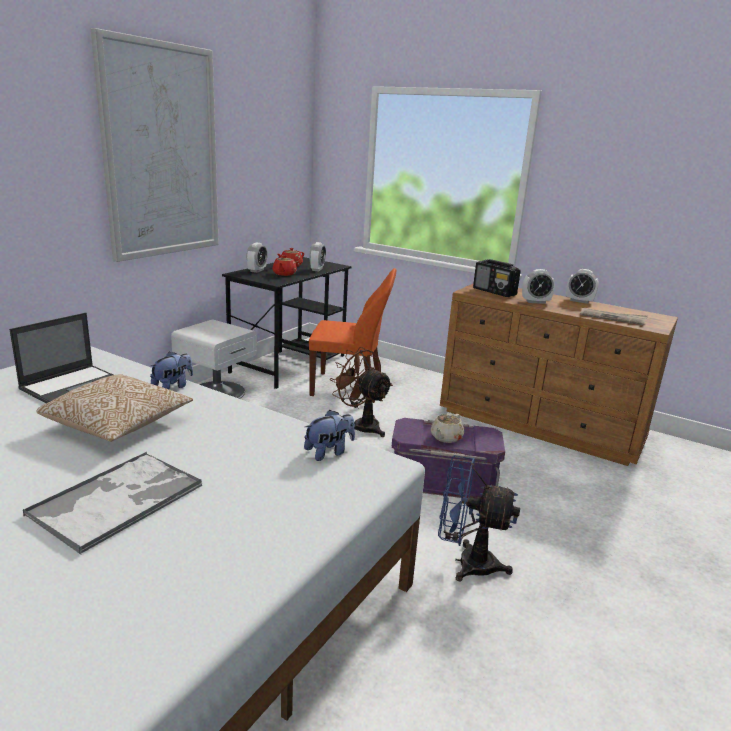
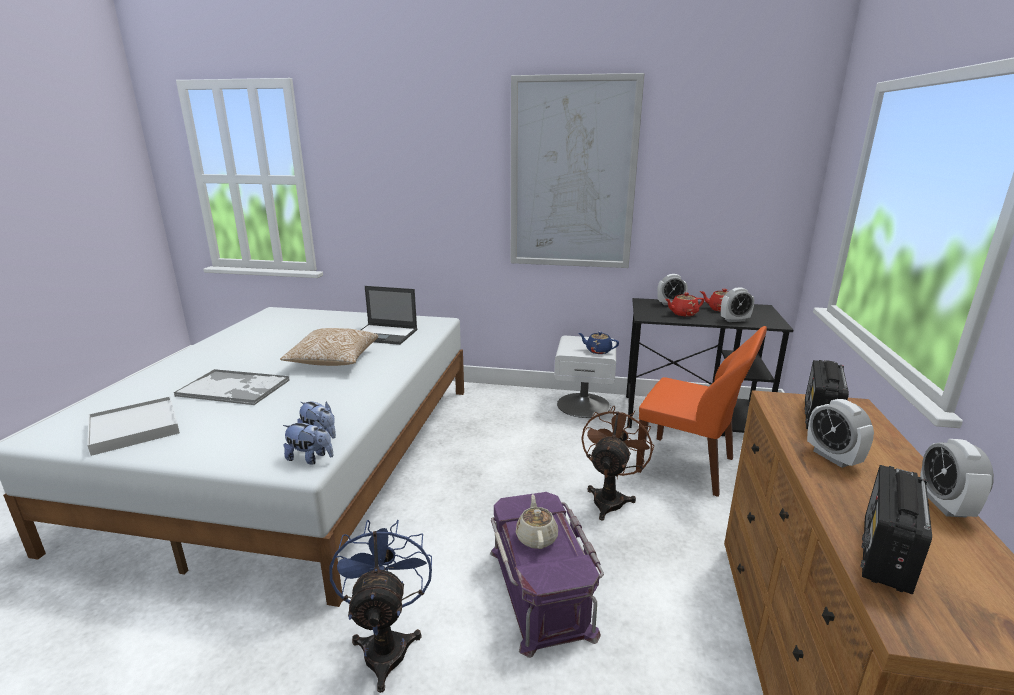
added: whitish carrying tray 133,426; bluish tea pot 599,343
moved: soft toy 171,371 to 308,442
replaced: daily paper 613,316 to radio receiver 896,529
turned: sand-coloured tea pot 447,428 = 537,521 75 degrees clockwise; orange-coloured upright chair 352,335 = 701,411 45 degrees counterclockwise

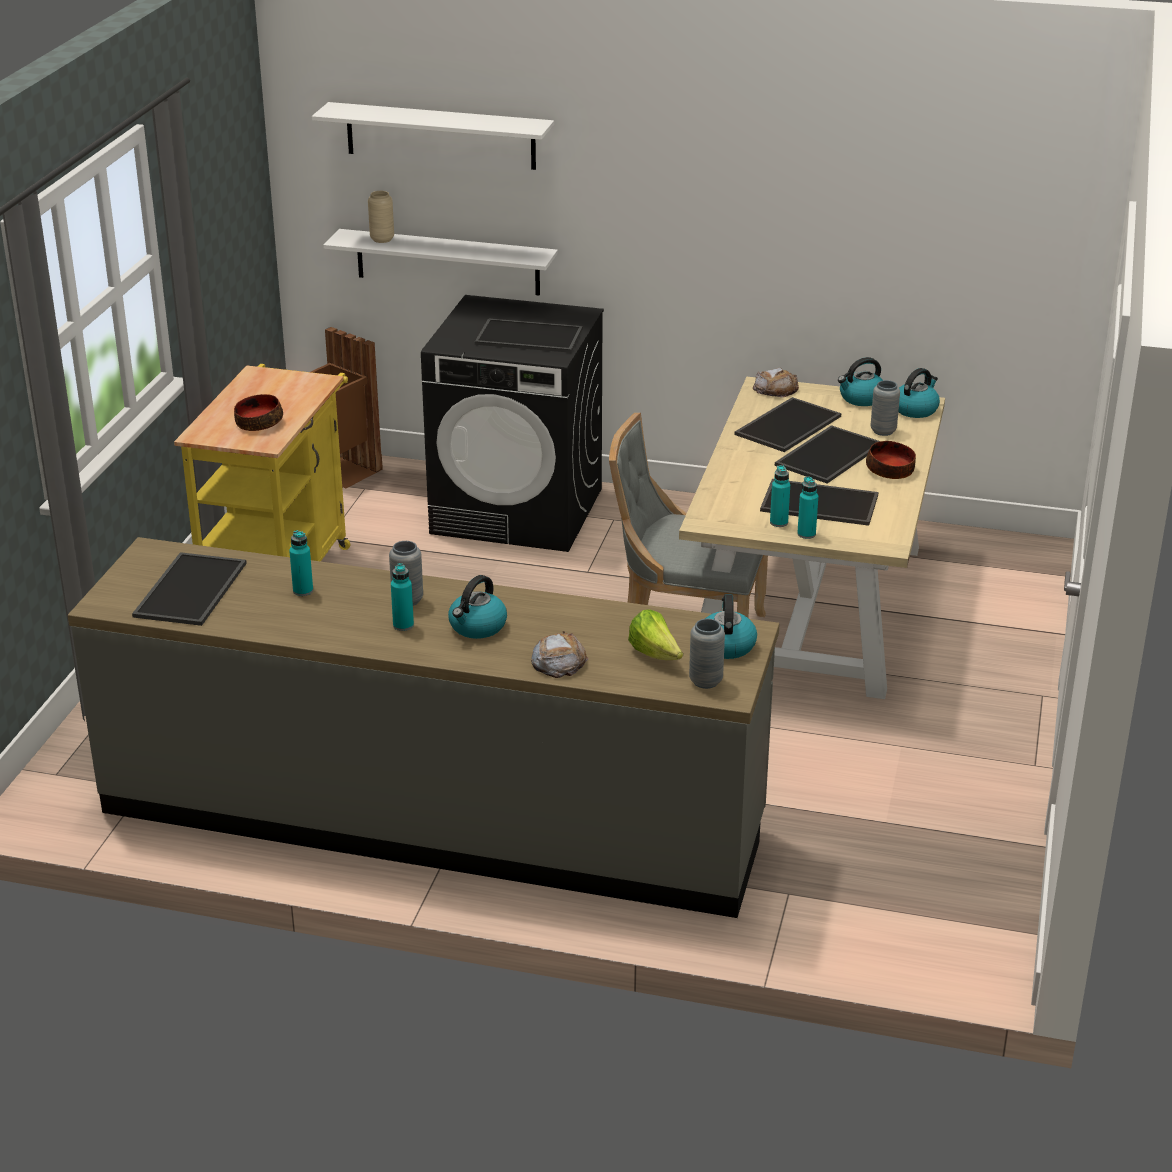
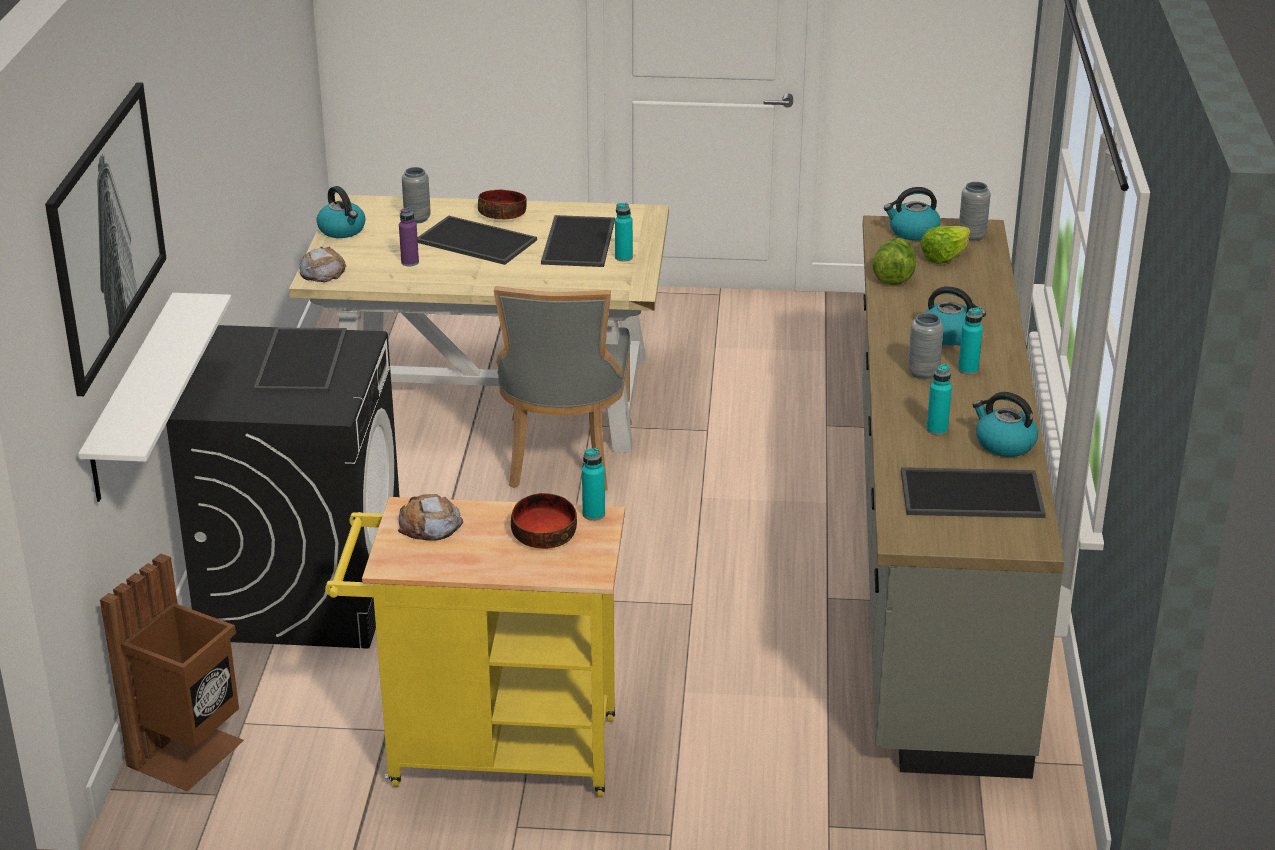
removed: sand-coloured flower vase 381,217
added: lettuce head 894,261
moved: baked bread 560,654 to 430,517; blue-green bottle 807,507 to 593,484; water kettle 919,393 to 1005,424
replaced: whitish wall shelf 433,136 to picture 106,239; carrying tray 787,424 to purple bottle 409,236

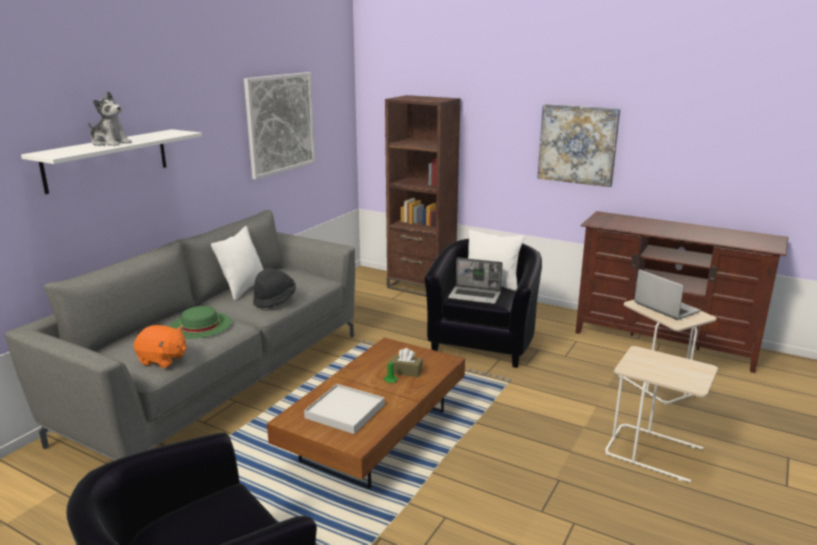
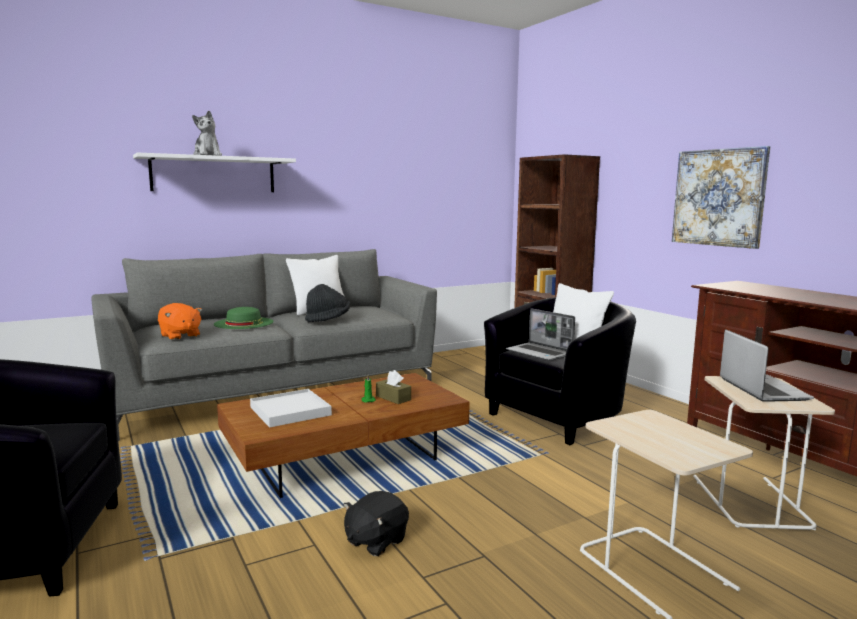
removed: picture 279,125
added: black soft toy 376,523

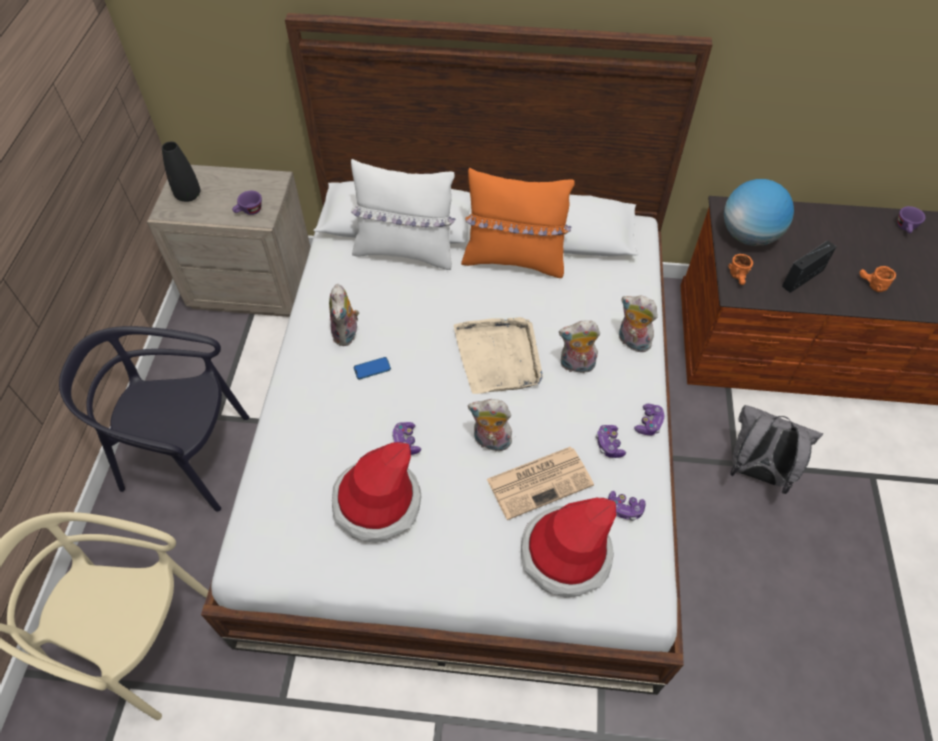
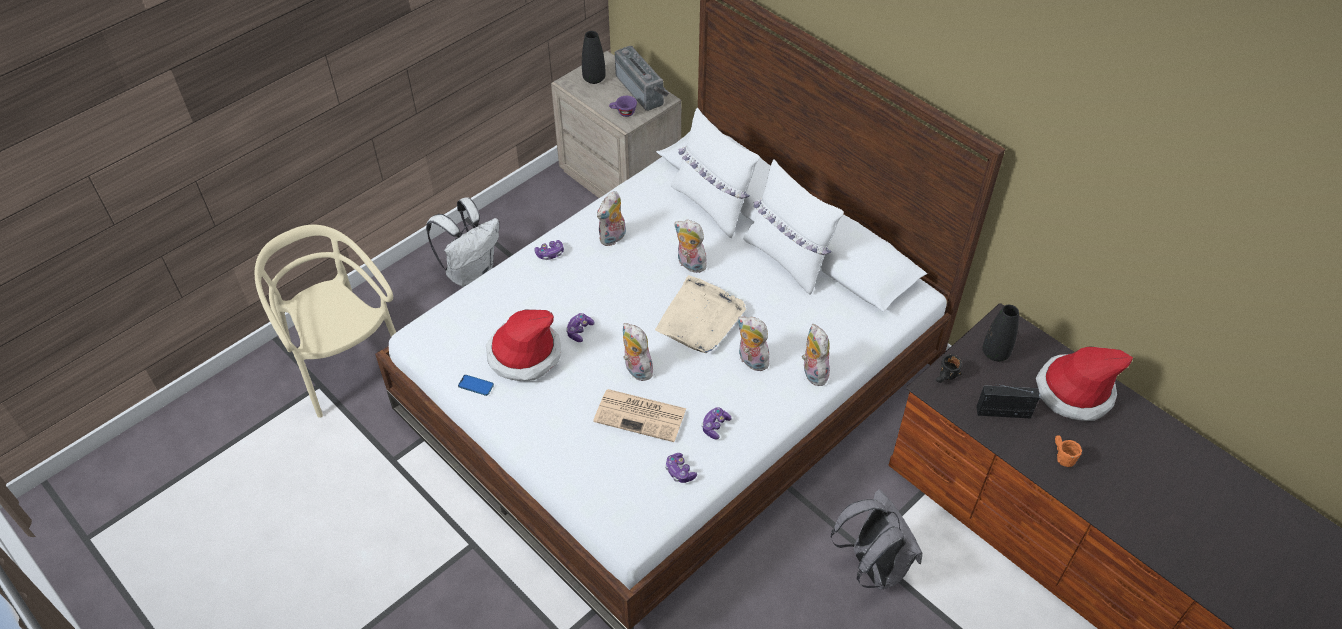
removed: purple drinking cup 911,219
added: radio receiver 642,78; soft toy 690,246
moved: phone 372,368 to 476,385; joypad 649,419 to 549,250; wearable hat 568,548 to 1084,383
replaced: black upright chair 154,419 to whitish rucksack 462,242; world globe 759,212 to black flower vase 1000,333
recoloured: orange-coloured cushion 518,223 to whitish cushion 793,227; orange-coloured mug 740,269 to black mug 949,368

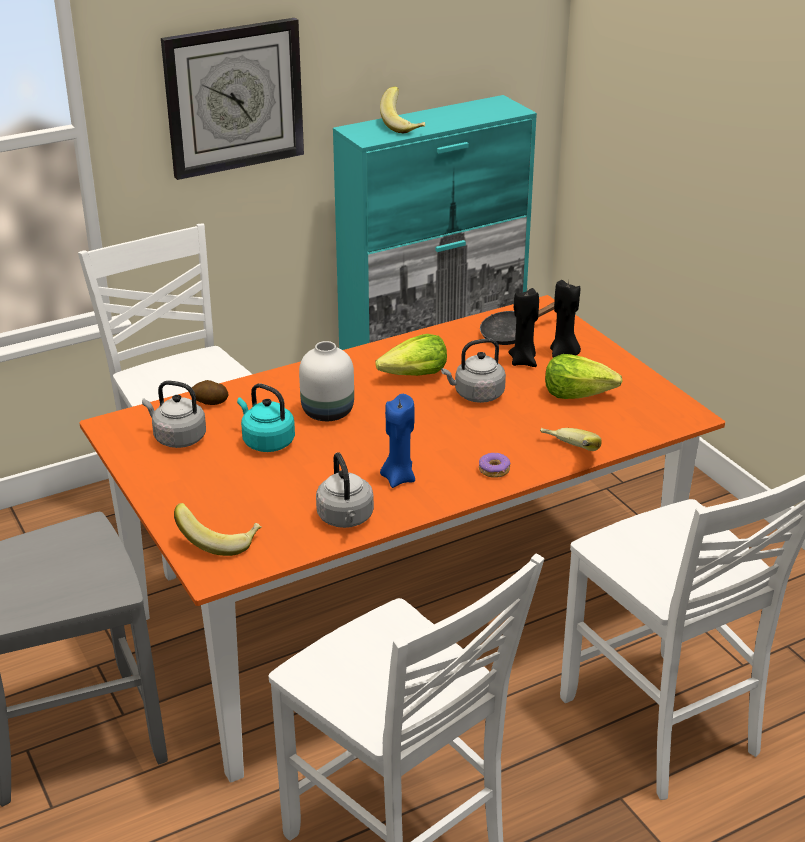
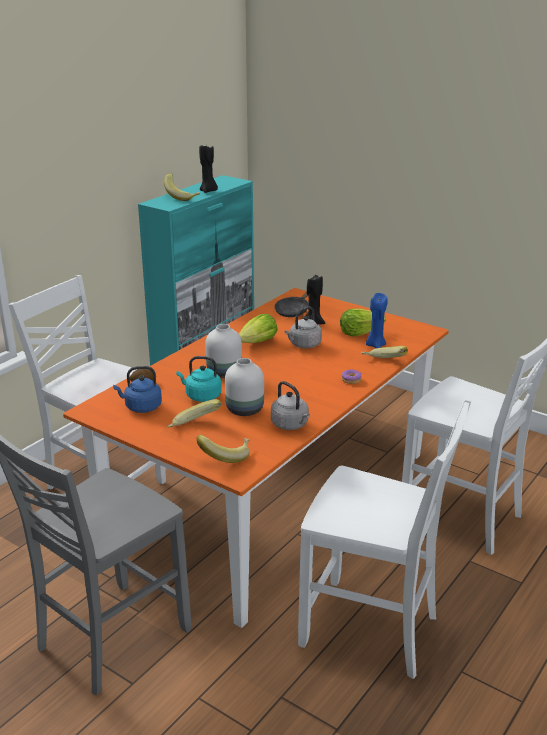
removed: clock on the wall 232,99
added: banana fruit 195,413; whitish flower vase 244,387
moved: black candle 565,318 to 208,169; bluish candle 397,441 to 377,320
recoloured: greyish water kettle 174,414 to bluish water kettle 137,389

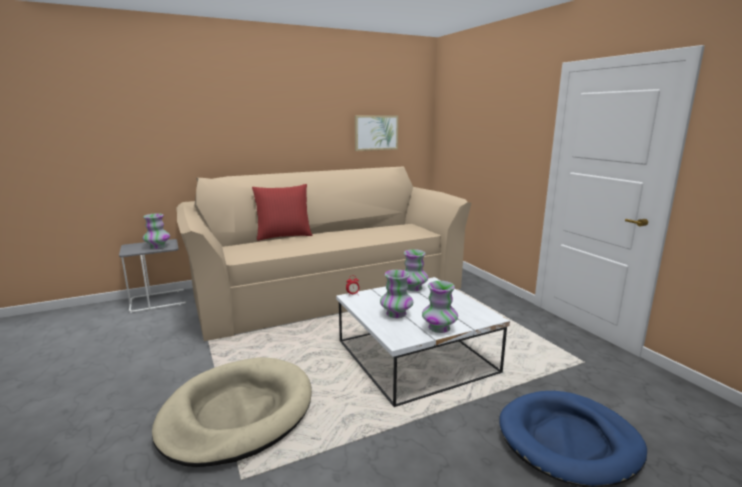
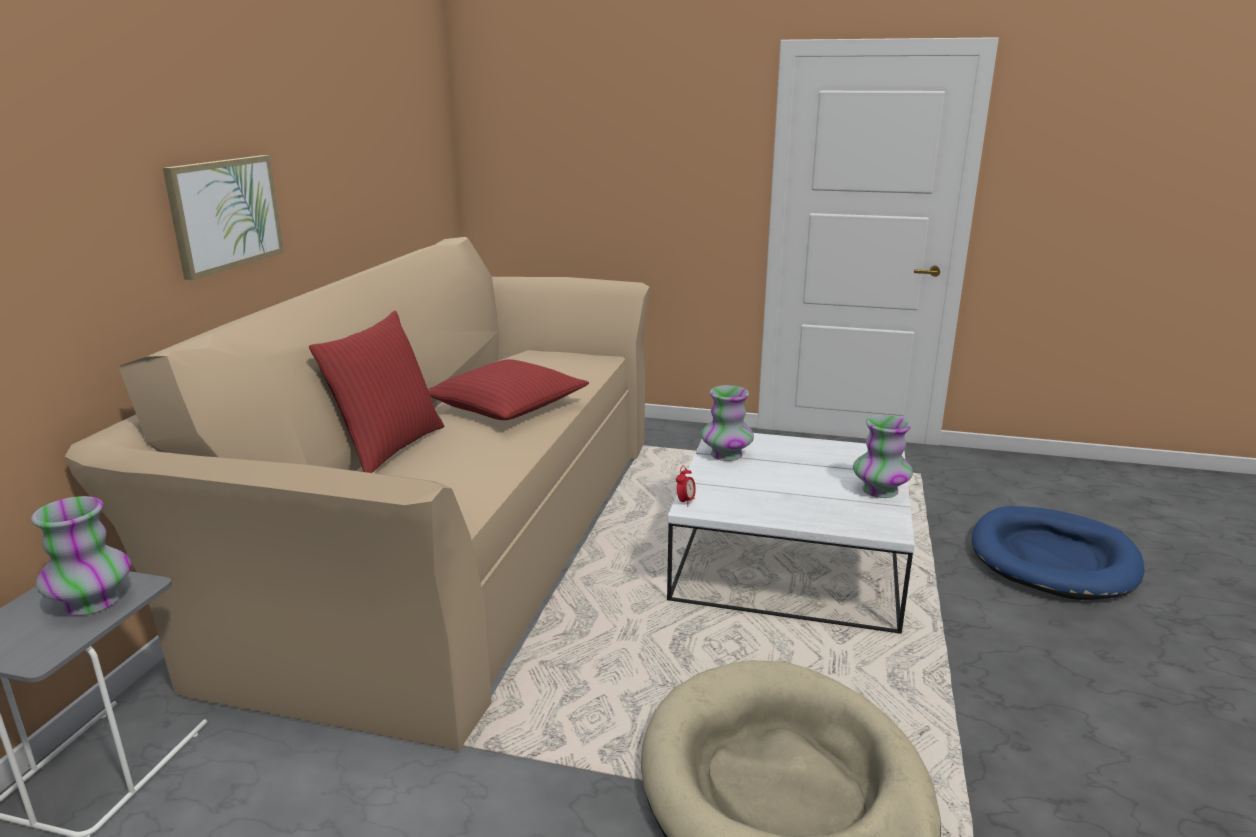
removed: flower vase 396,294
added: red cushion 508,389
moved: picture 376,133 to 223,217

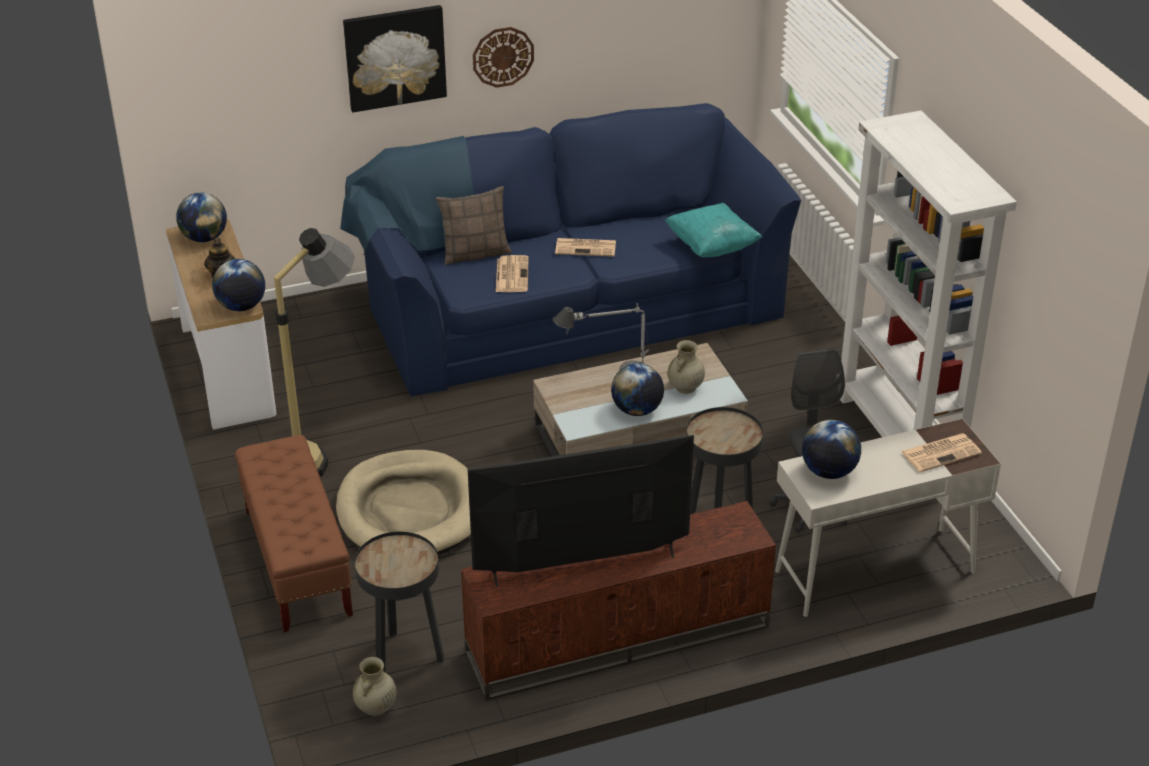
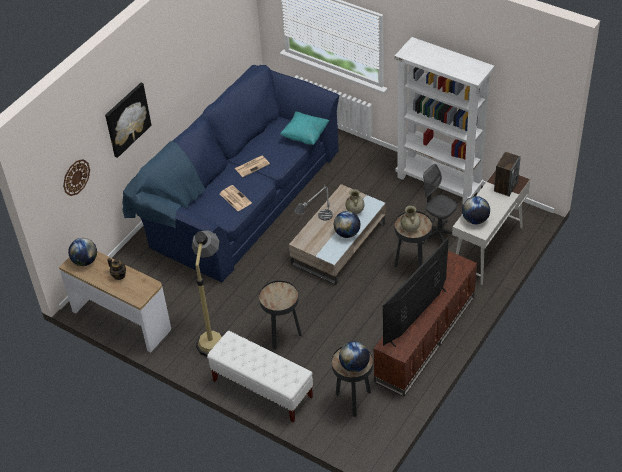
removed: cushion 474,225
moved: clock on the wall 503,57 to 76,177; world globe 238,285 to 354,356; sand-coloured flower vase 375,686 to 410,219
replaced: sand-coloured dog bed 403,502 to black side table 280,315; daily paper 941,452 to loudspeaker 507,174
recoloured: brownish long seat 294,533 to whitish long seat 260,377

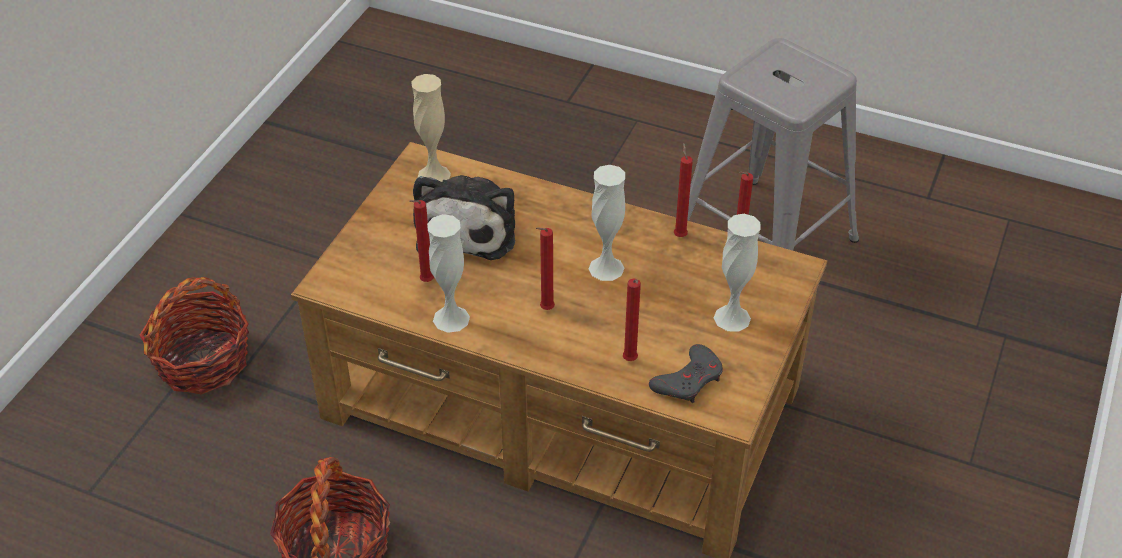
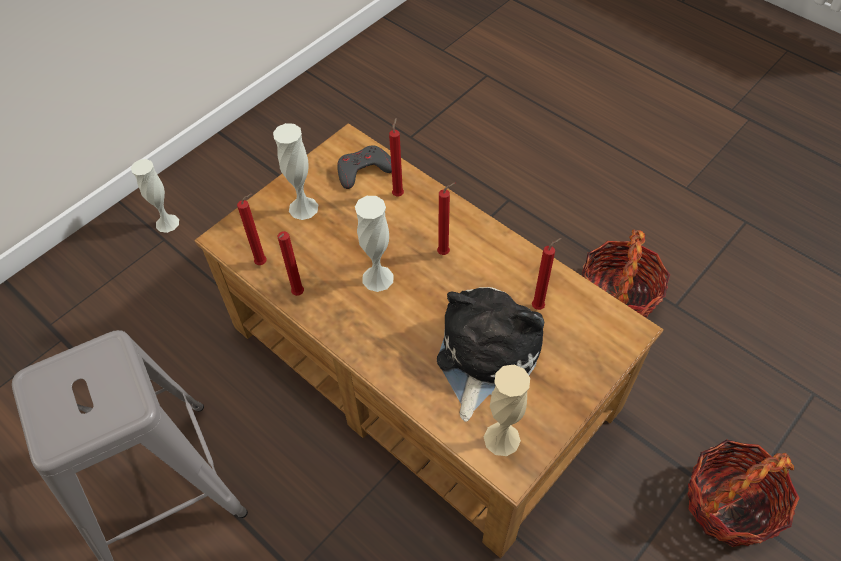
moved: whitish flower vase 448,273 to 155,196

